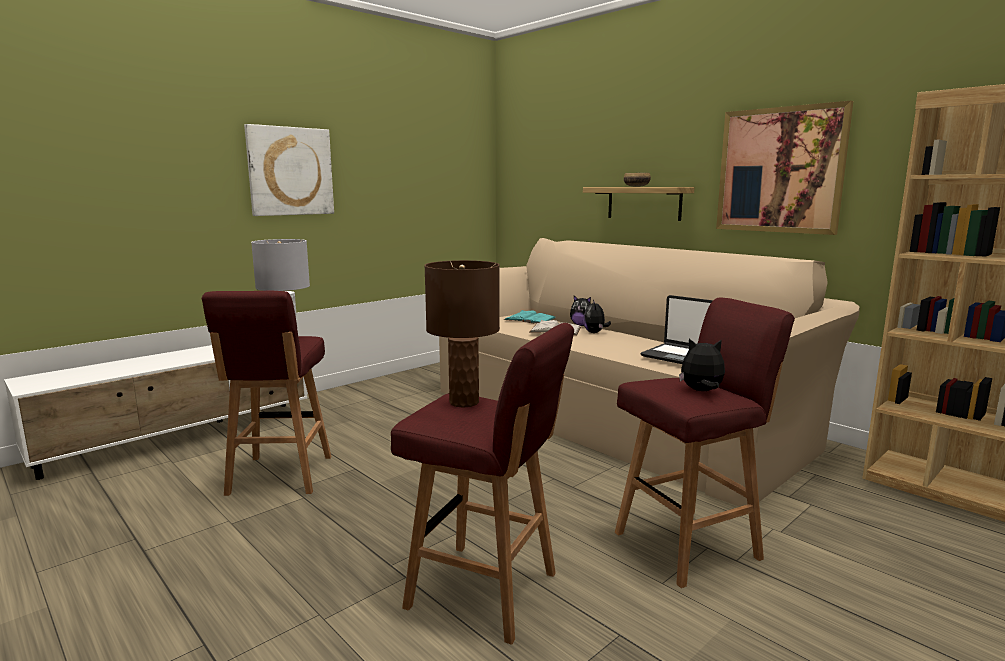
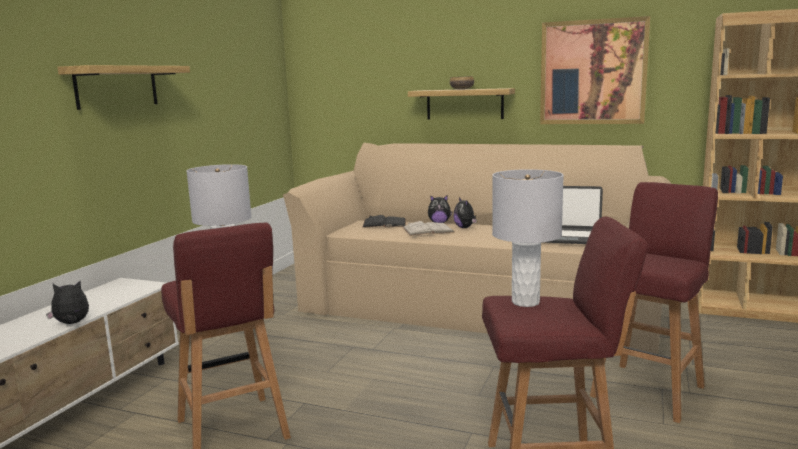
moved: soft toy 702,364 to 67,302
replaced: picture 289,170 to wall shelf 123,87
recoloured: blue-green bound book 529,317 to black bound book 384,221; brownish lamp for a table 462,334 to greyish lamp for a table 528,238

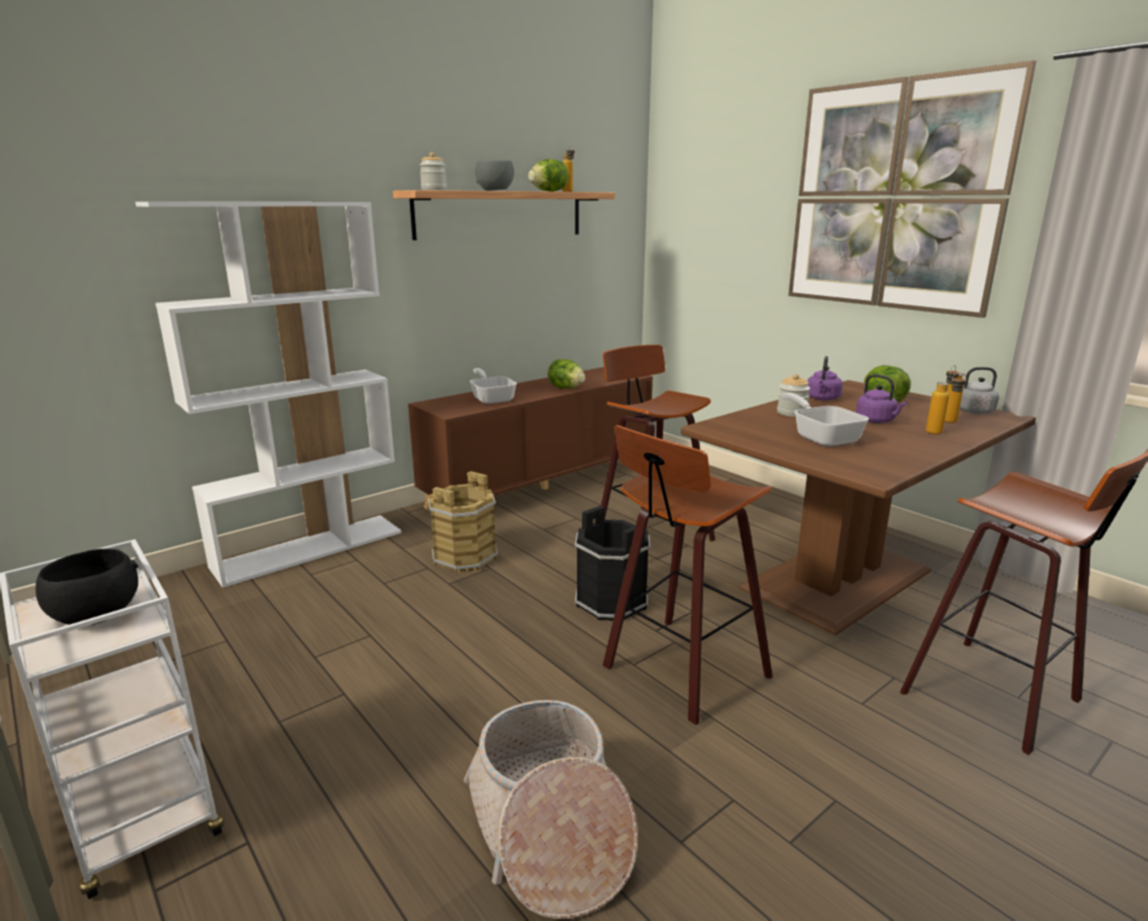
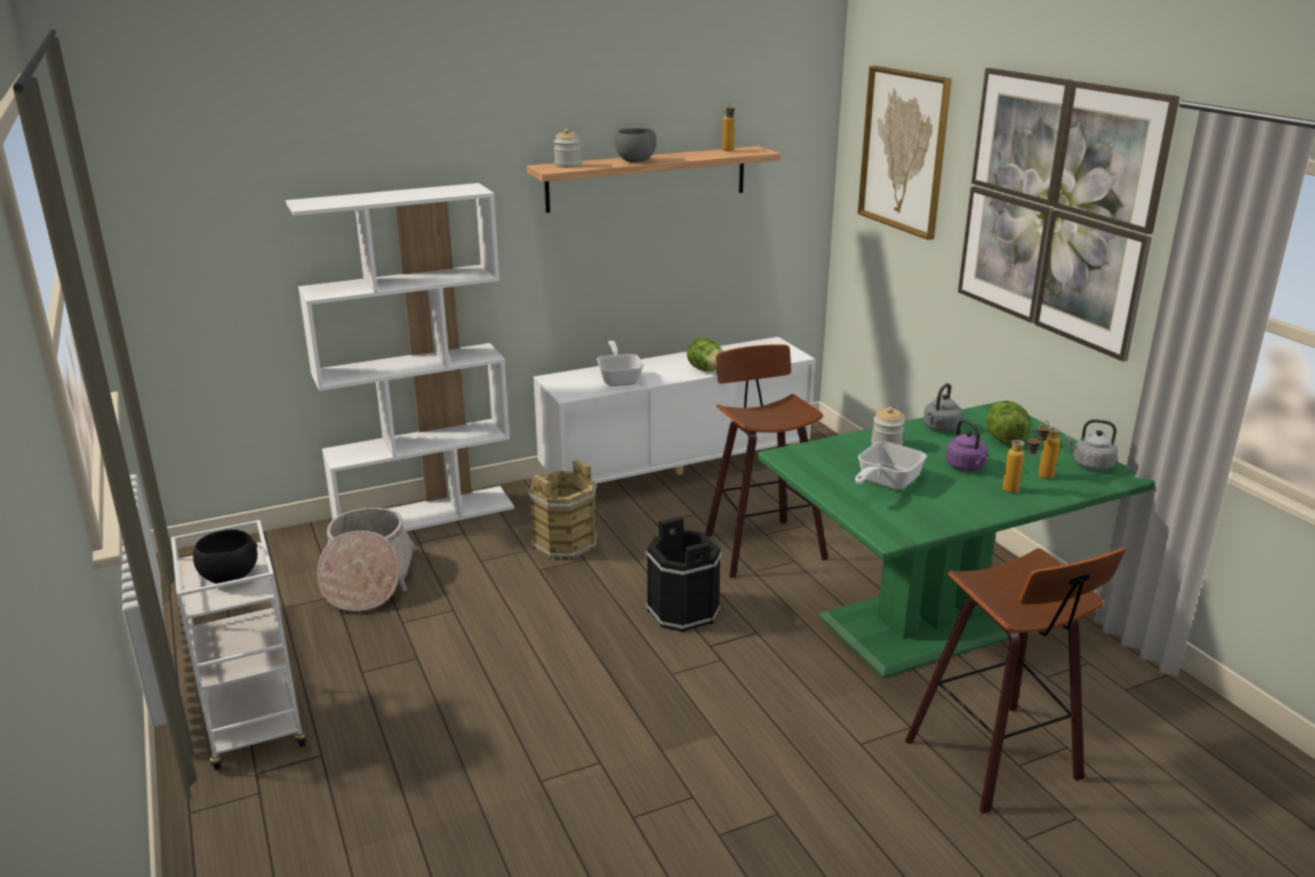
removed: lettuce head 548,175; sitting stool 688,575
added: picture 905,153
moved: household basket 551,809 to 367,560
recoloured: brownish cupboard 530,438 to whitish cupboard 674,410; brownish dining table 858,507 to green dining table 956,539; purple water kettle 825,378 to greyish water kettle 943,407
turned: pan 825,420 = 891,466 135 degrees counterclockwise

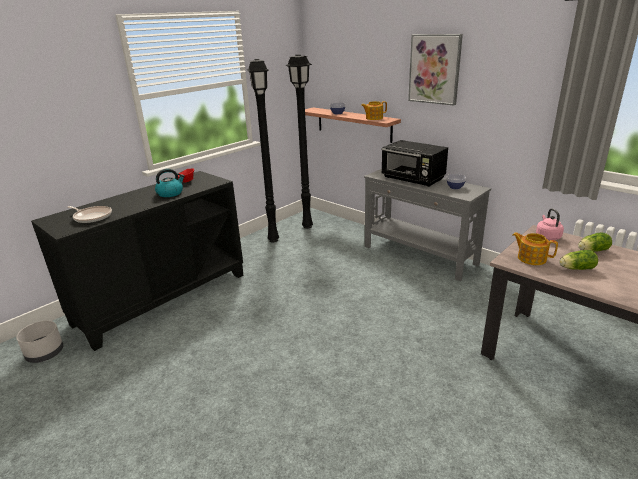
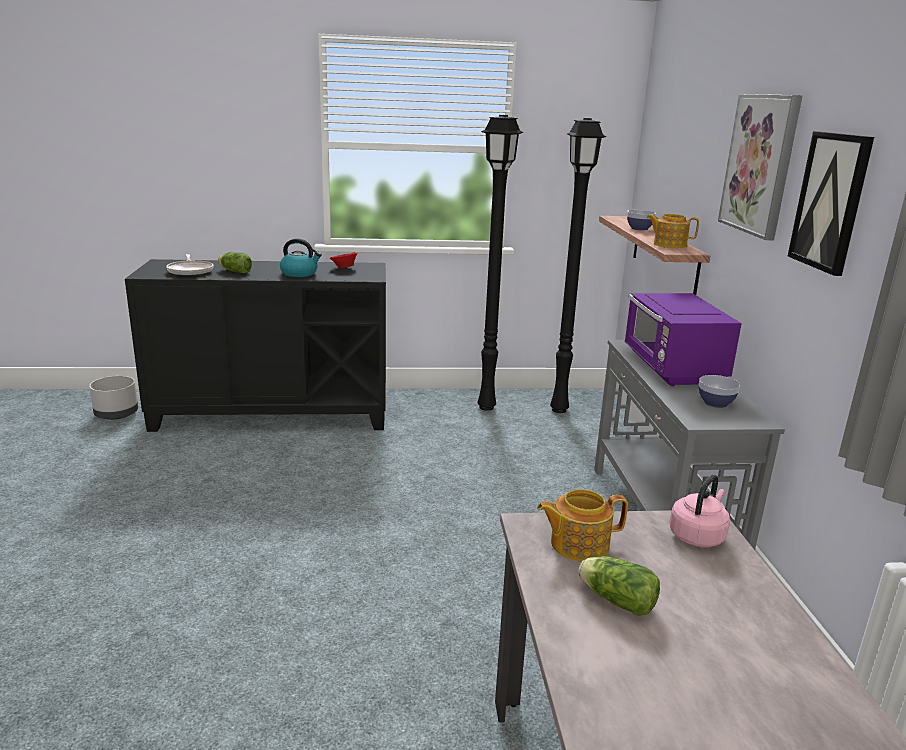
added: picture 831,203
moved: lettuce head 595,242 to 235,263
recoloured: black microwave 414,163 to purple microwave 683,339
turned: tea pot 535,248 = 582,525 90 degrees counterclockwise

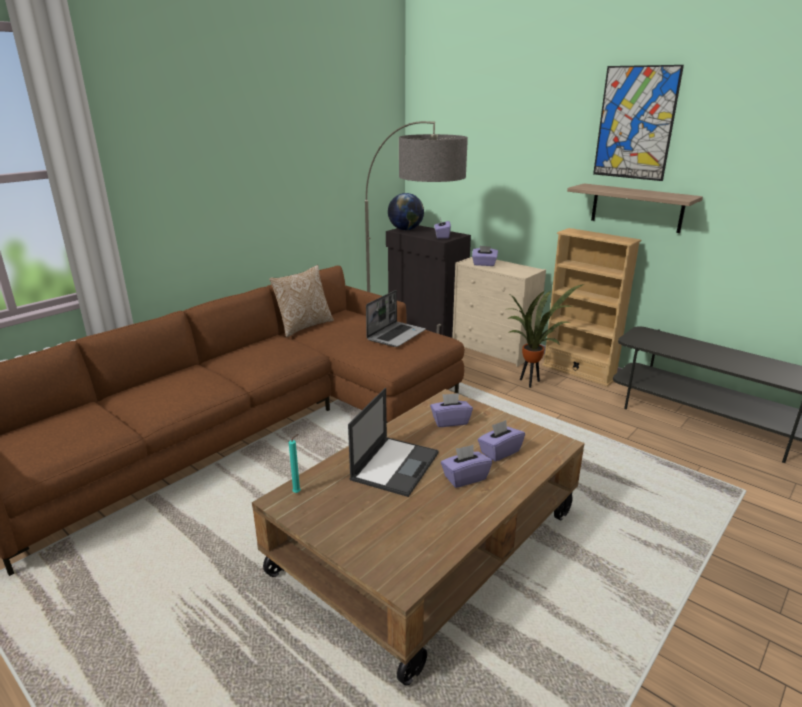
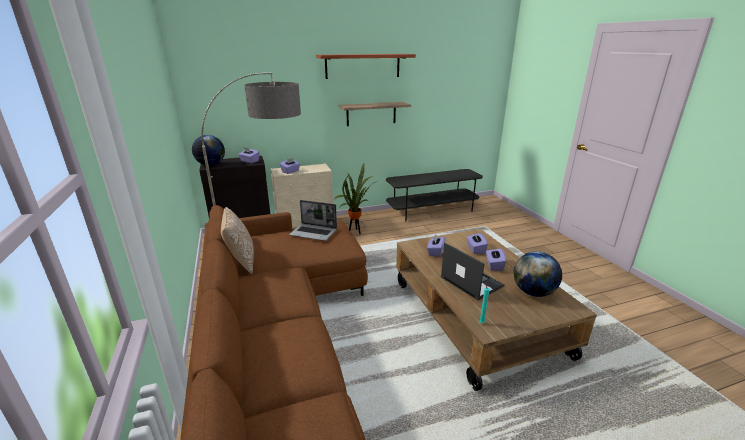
removed: sand-coloured shelving unit 591,307
added: world globe 537,274
replaced: picture 638,123 to wall shelf 366,66
turned: portable computer 396,318 = 313,220 135 degrees clockwise

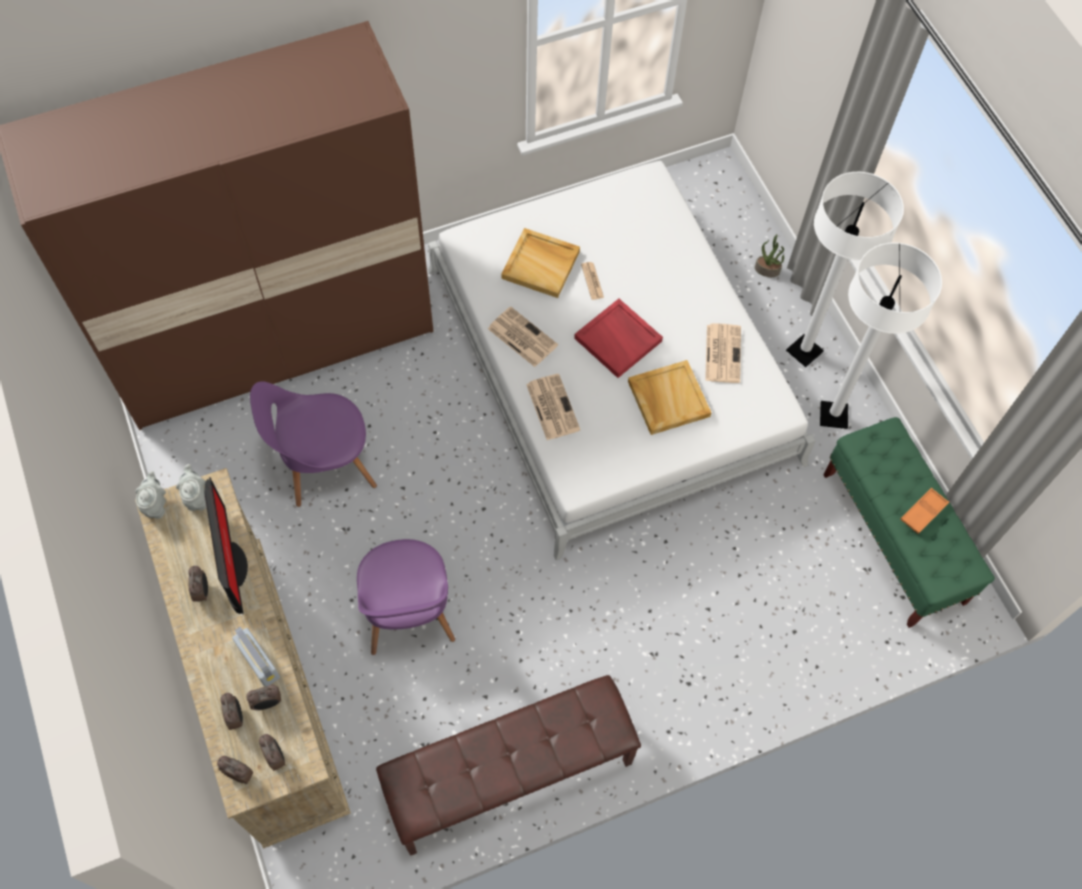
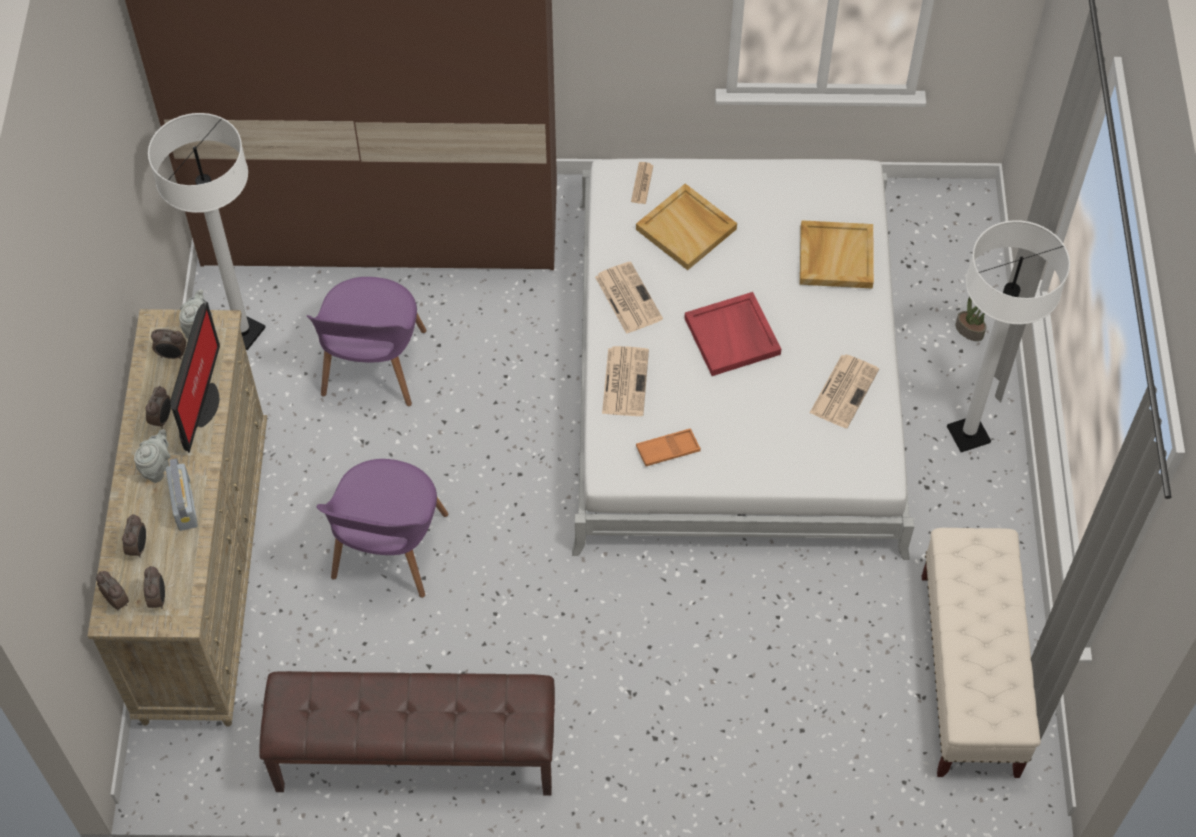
moved: greyish tea pot 150,495 to 152,456; whitish floor lamp 881,335 to 207,231; table clock 263,697 to 168,344; daily paper 592,281 to 642,183; orange-coloured carrying tray 924,511 to 668,447; sand-coloured carrying tray 670,397 to 837,254
recoloured: green long seat 909,522 to sand-coloured long seat 981,653
turned: purple upright chair 313,444 = 366,341 90 degrees counterclockwise

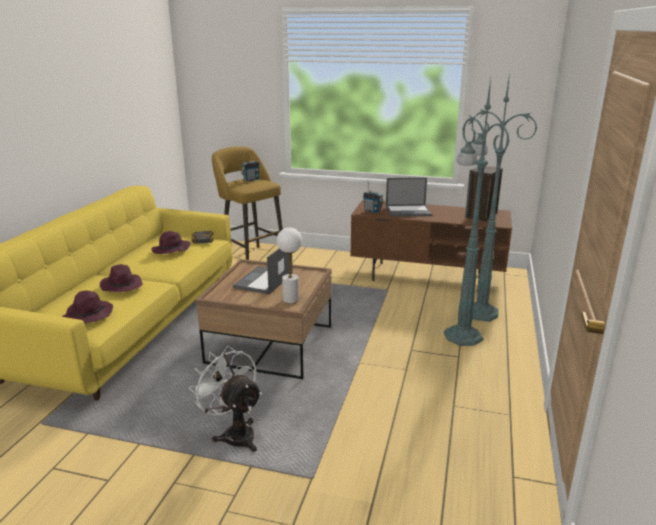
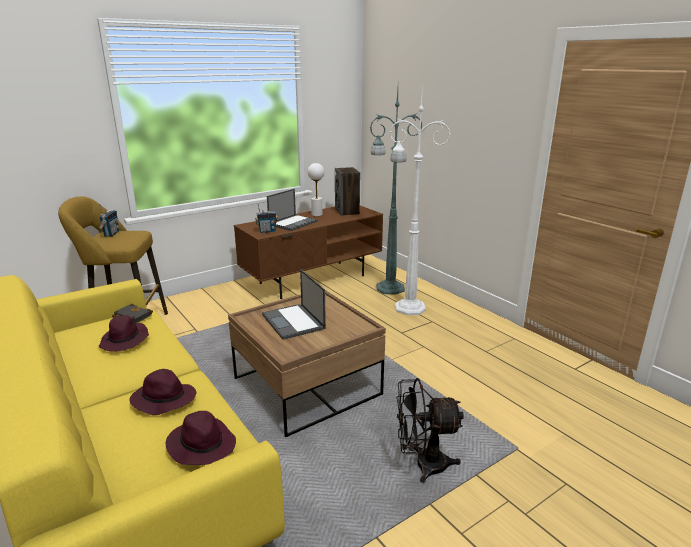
moved: whitish lamp for a table 289,265 to 316,189
recoloured: green floor lamp 477,212 to whitish floor lamp 420,198; whitish fan 225,399 to black fan 430,430

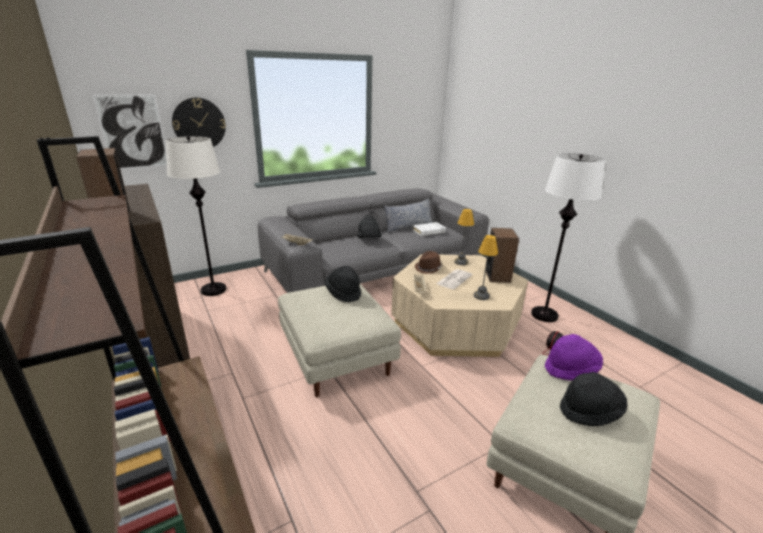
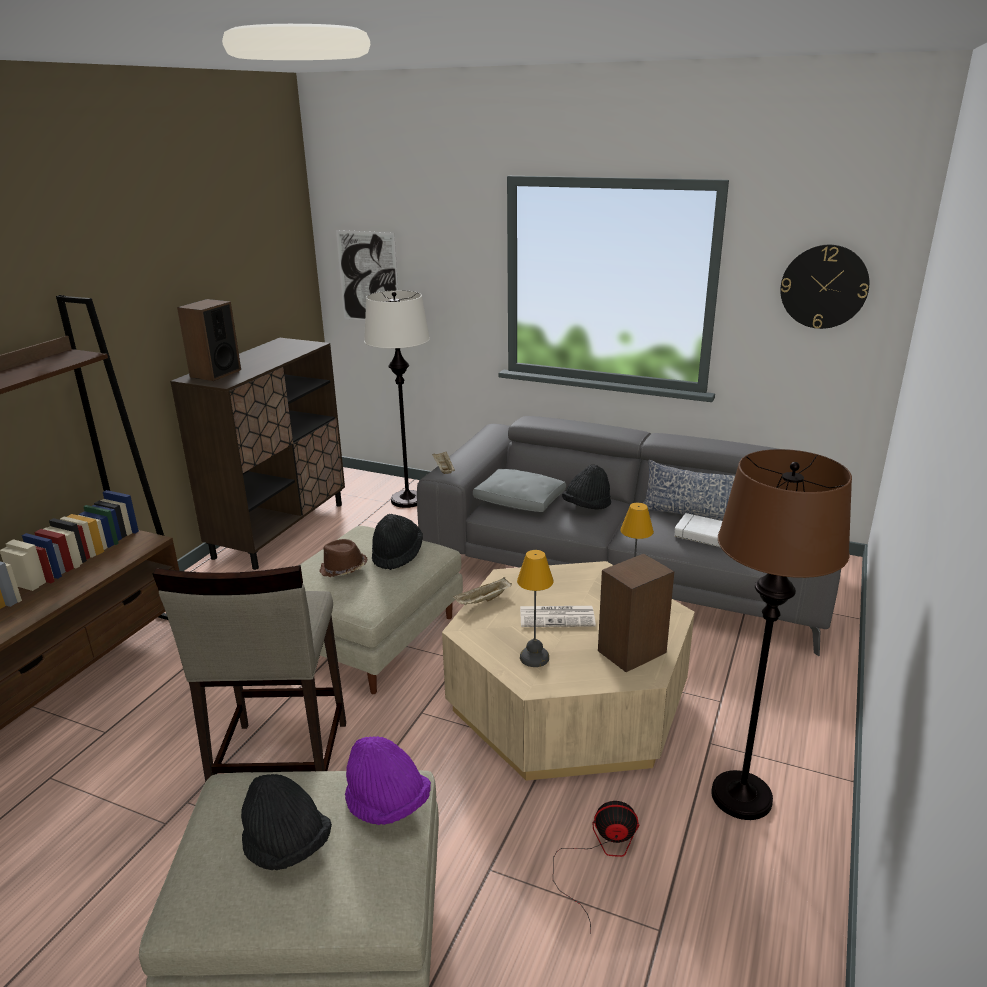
added: sand-coloured sitting stool 249,673; greyish cushion 519,490
moved: brownish wearable hat 429,262 to 343,558; clock on the wall 199,122 to 824,287
recoloured: whitish floor lamp 568,237 to brownish floor lamp 781,634

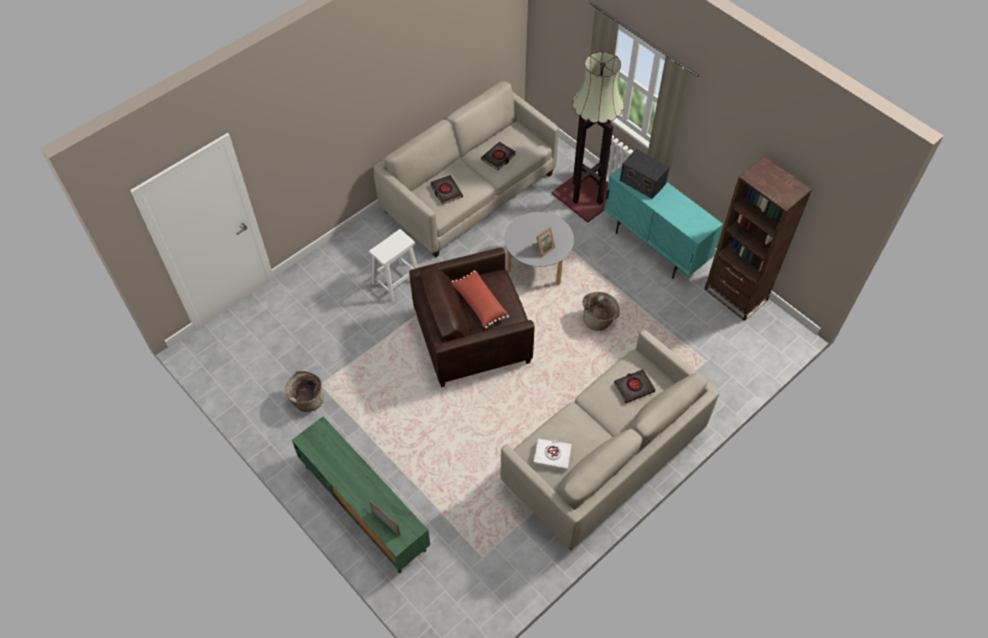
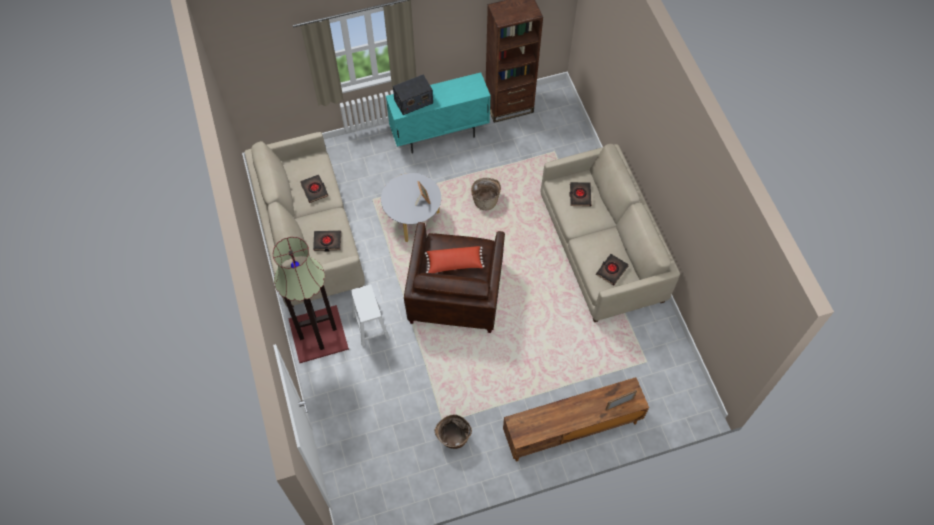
moved: floor lamp 587,137 to 311,300
recoloured: green tv stand 361,495 to brownish tv stand 576,419; whitish bound book 552,454 to black bound book 612,270

